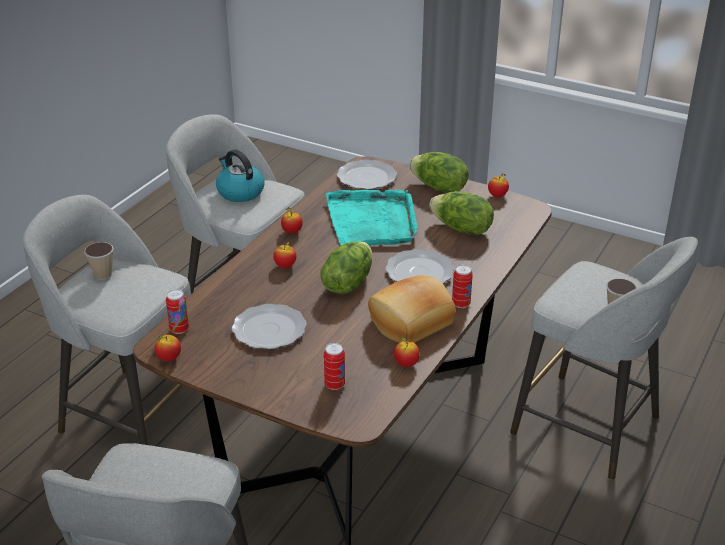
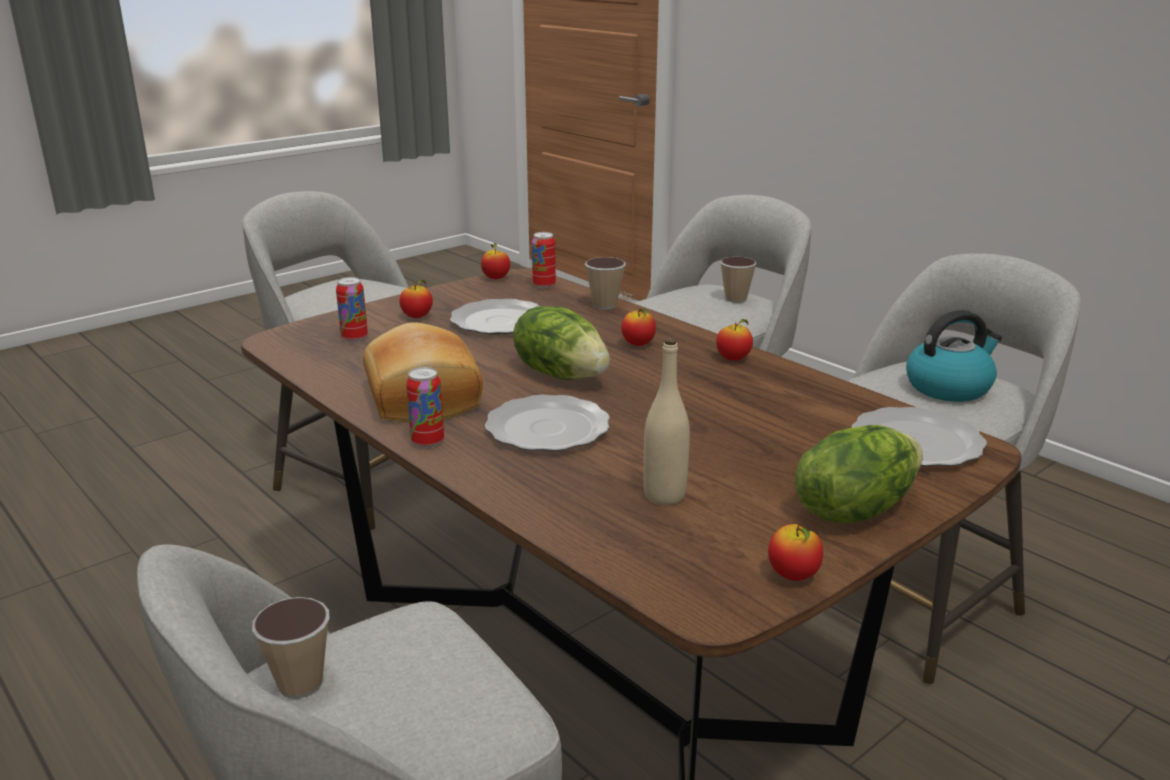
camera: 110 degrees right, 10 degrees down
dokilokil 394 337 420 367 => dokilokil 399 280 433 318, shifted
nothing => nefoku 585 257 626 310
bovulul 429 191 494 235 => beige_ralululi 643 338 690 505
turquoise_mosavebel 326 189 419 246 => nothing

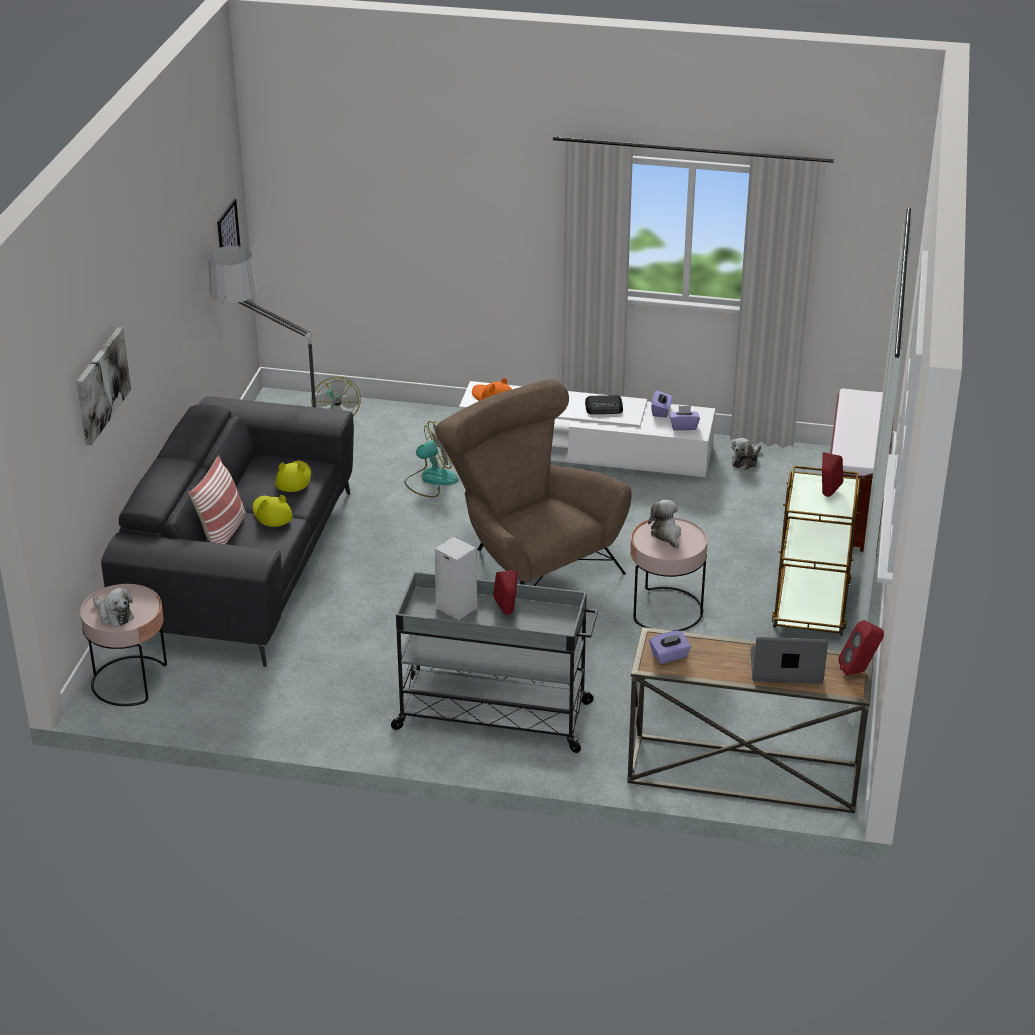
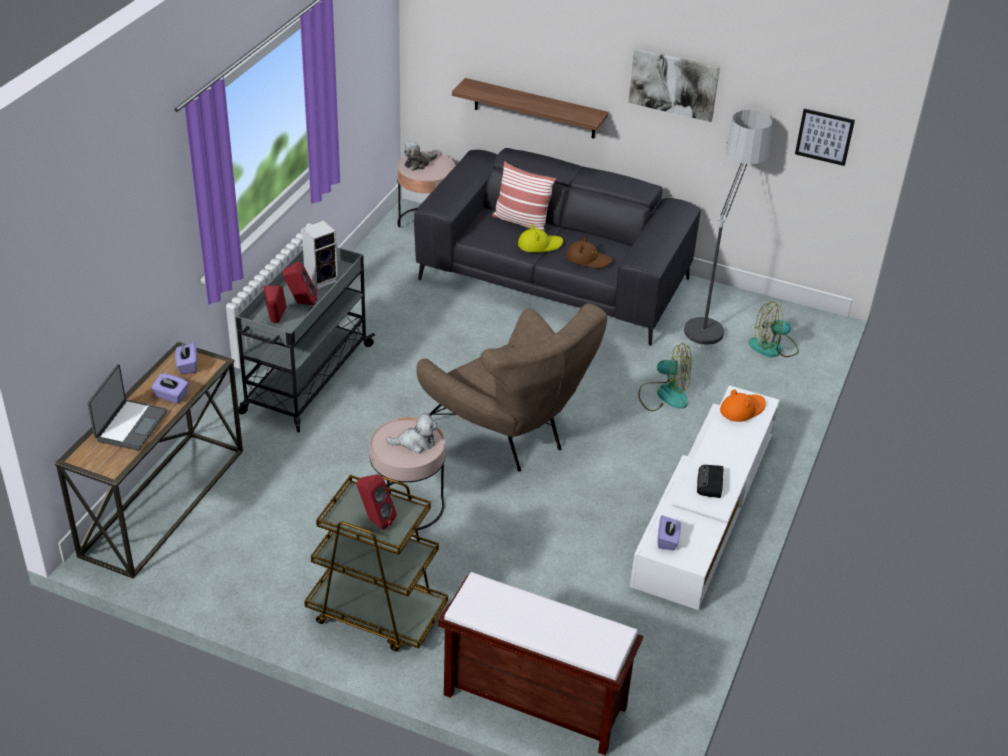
camera: 100 degrees right, 5 degrees up
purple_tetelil 651 391 672 418 => purple_tetelil 151 373 189 404, shifted
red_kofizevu 838 620 884 676 => red_kofizevu 264 286 286 323, shifted
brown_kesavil 436 380 632 586 => brown_kesavil 416 303 607 472, 75 degrees clockwise
nothing => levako 452 78 609 138
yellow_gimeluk 275 460 311 492 => brown_gimeluk 566 237 612 268
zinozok 77 327 131 445 => zinozok 628 48 720 122, shifted
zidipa 404 421 459 497 => zidipa 639 343 691 411, 60 degrees counterclockwise
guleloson 731 438 761 470 => nothing

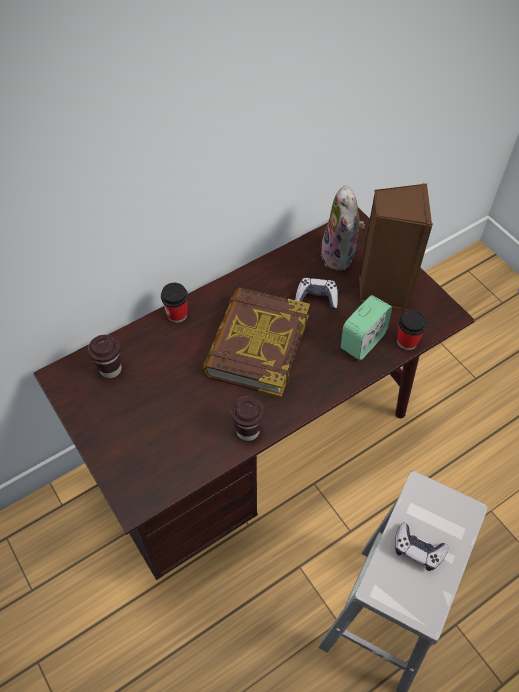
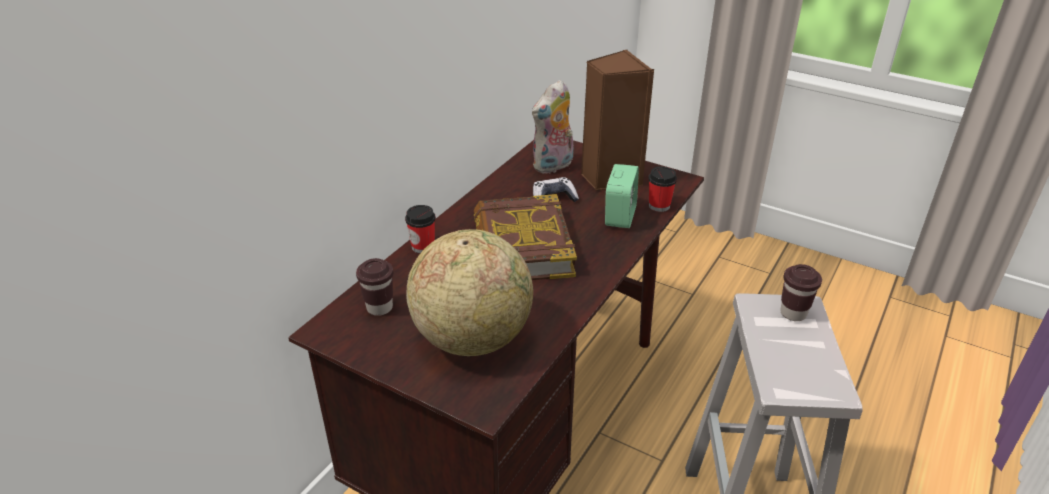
camera: 25 degrees left, 20 degrees down
nothing => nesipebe 406 229 533 356
guleloson 321 185 365 271 => guleloson 532 80 574 174, 75 degrees clockwise
brown_nefoku 231 396 264 441 => brown_nefoku 780 264 822 321, shifted
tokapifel 395 523 449 571 => nothing

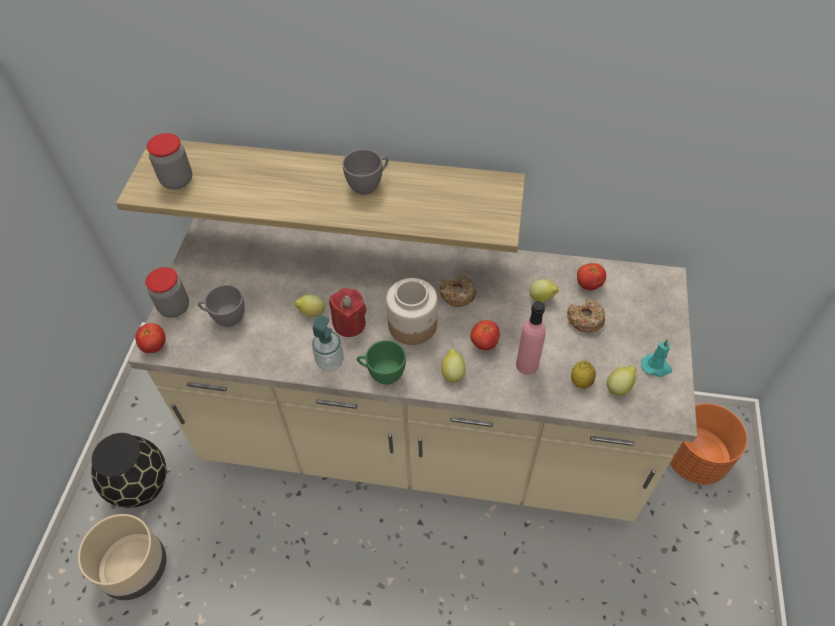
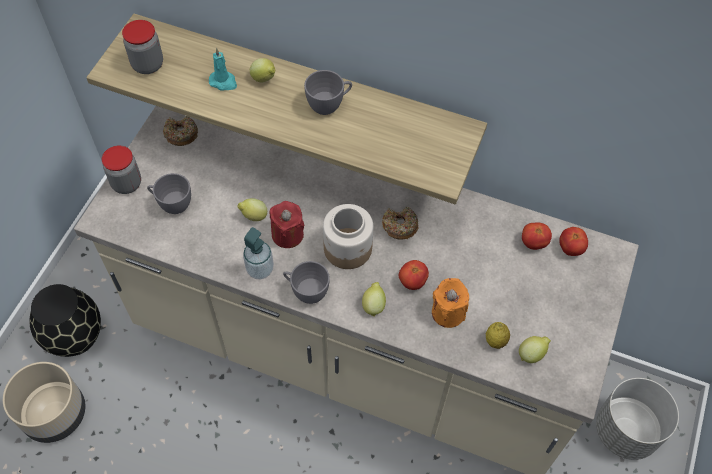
camera: 10 degrees right, 5 degrees up
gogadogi 567 299 605 333 => gogadogi 163 116 198 146, shifted
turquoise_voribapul 641 339 672 377 => turquoise_voribapul 209 48 237 91, shifted
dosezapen 530 279 559 302 => dosezapen 250 58 275 82, shifted
green_nefoku 357 340 406 384 => grey_nefoku 283 261 330 304
pink_ralululi 516 301 546 375 => orange_voribapul 432 278 469 328
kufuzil 135 323 166 353 => kufuzil 559 227 588 256, shifted
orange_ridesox 670 403 748 485 => grey_ridesox 596 378 679 460

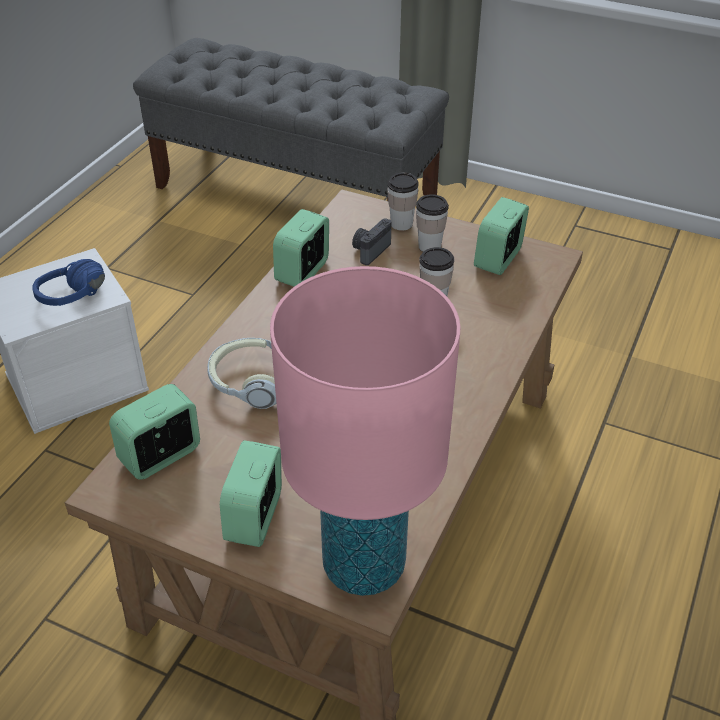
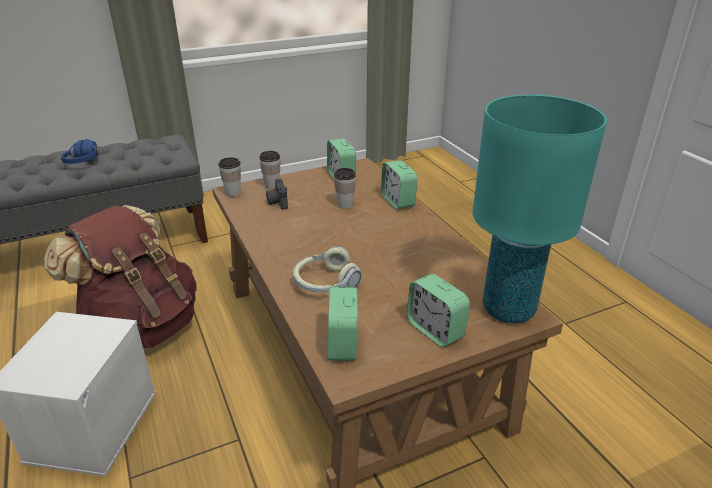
camera: 50 degrees left, 10 degrees down
nothing => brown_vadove 44 205 196 348
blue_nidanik 32 259 105 306 => blue_nidanik 61 139 98 164, shifted
nefoku 416 194 449 252 => nefoku 218 157 241 197, shifted
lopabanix 273 209 329 287 => lopabanix 381 160 418 209, shifted
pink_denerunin 270 266 461 596 => turquoise_denerunin 473 94 607 324

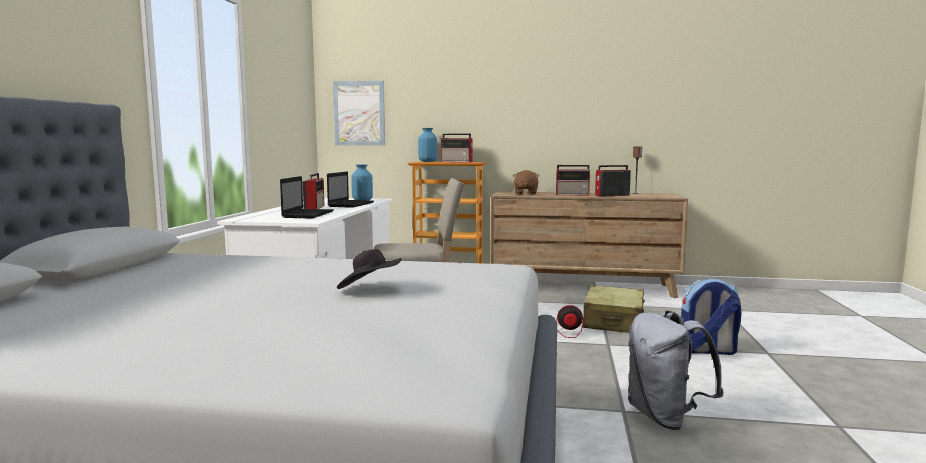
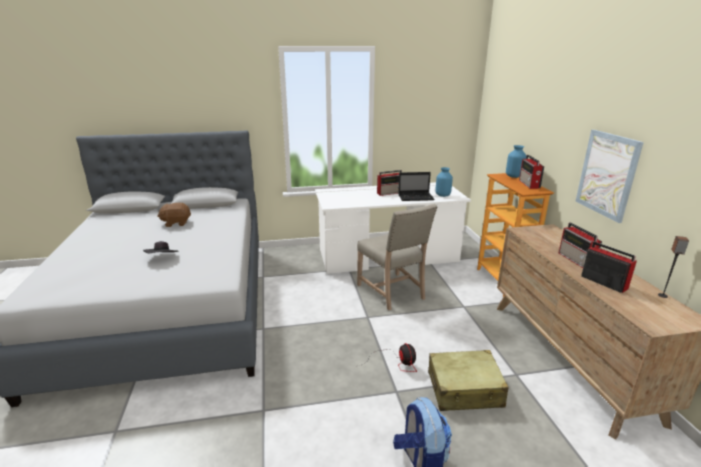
camera: 70 degrees right, 15 degrees up
brown_guleloson 513 170 540 195 => brown_guleloson 157 203 191 227, shifted
zinozok 333 81 385 146 => zinozok 576 129 644 223, shifted
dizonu 280 176 334 218 => nothing
grey_vadove 628 311 724 430 => nothing

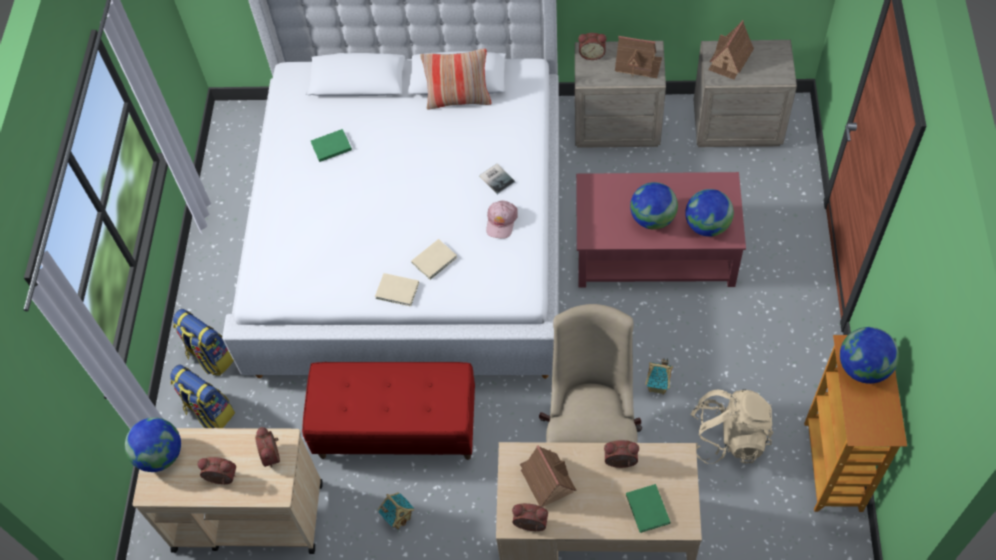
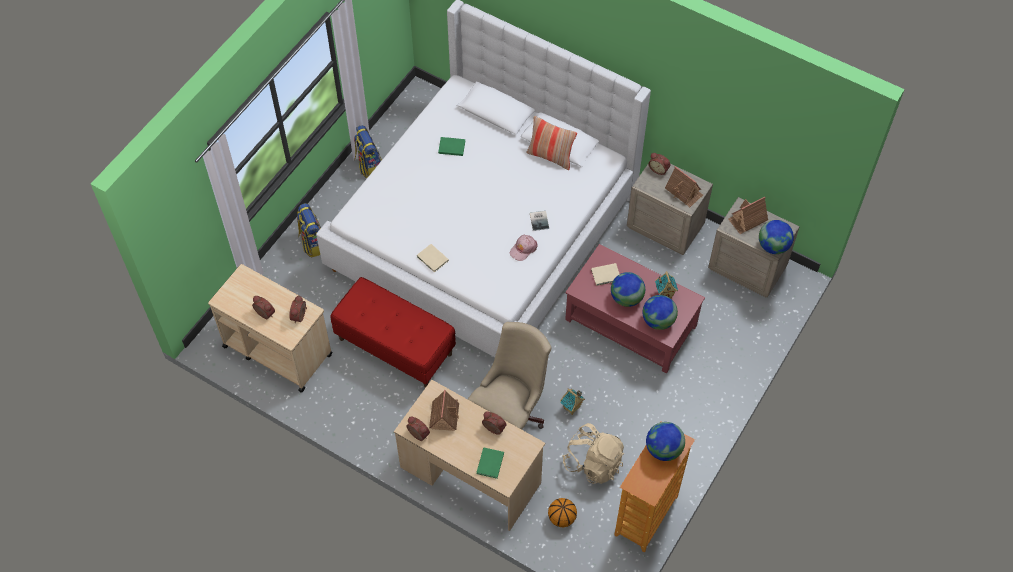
camera: 25 degrees right, 0 degrees up
vadove 170 365 235 428 => vadove 354 125 382 178, shifted
nothing => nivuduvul 548 498 577 528
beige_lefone 411 239 457 280 => beige_lefone 591 263 619 286, shifted
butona 378 492 414 529 => butona 655 271 678 298, shifted
nesipebe 125 417 181 472 => nesipebe 759 220 794 254, shifted

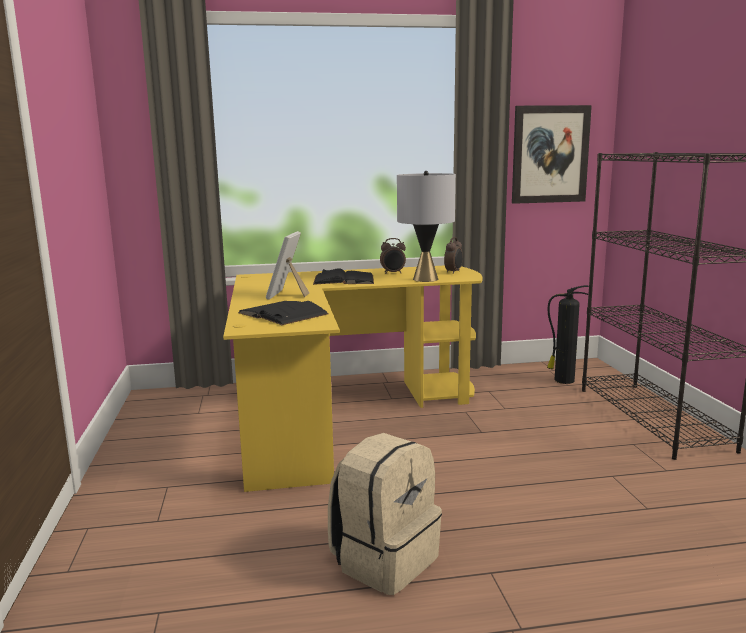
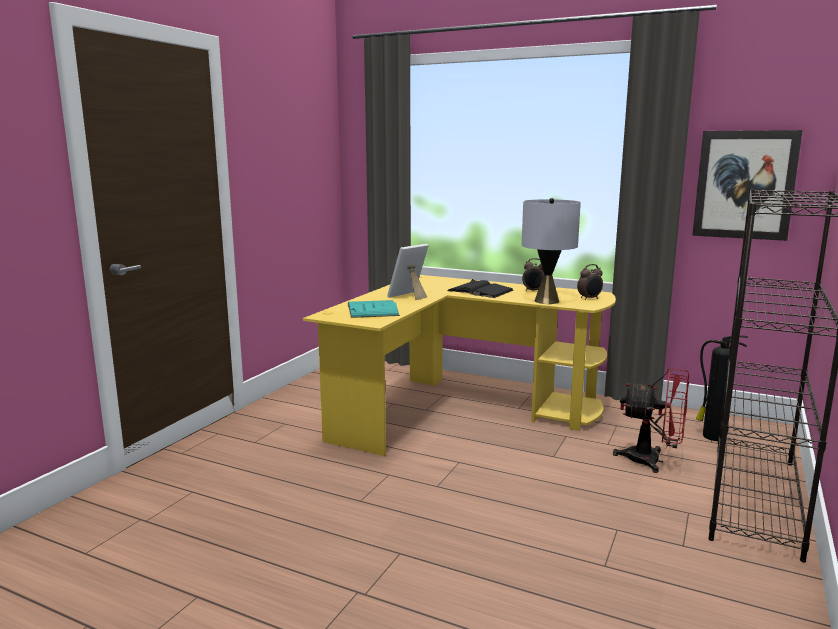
camera: 35 degrees right, 0 degrees up
black_lefone 238 301 329 325 => turquoise_lefone 347 300 400 318
nothing => red_zidipa 613 368 689 473
beige_vadove 328 433 442 595 => nothing

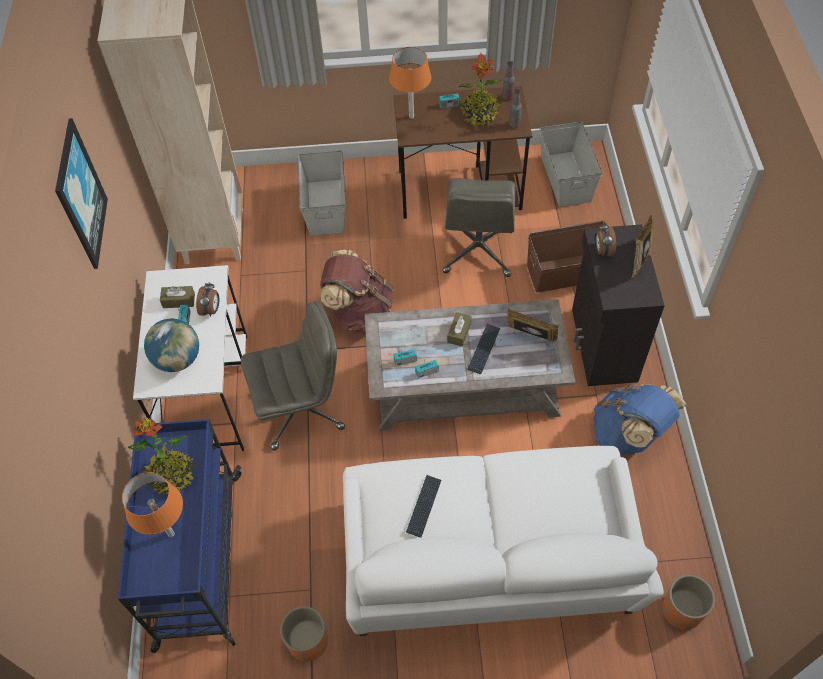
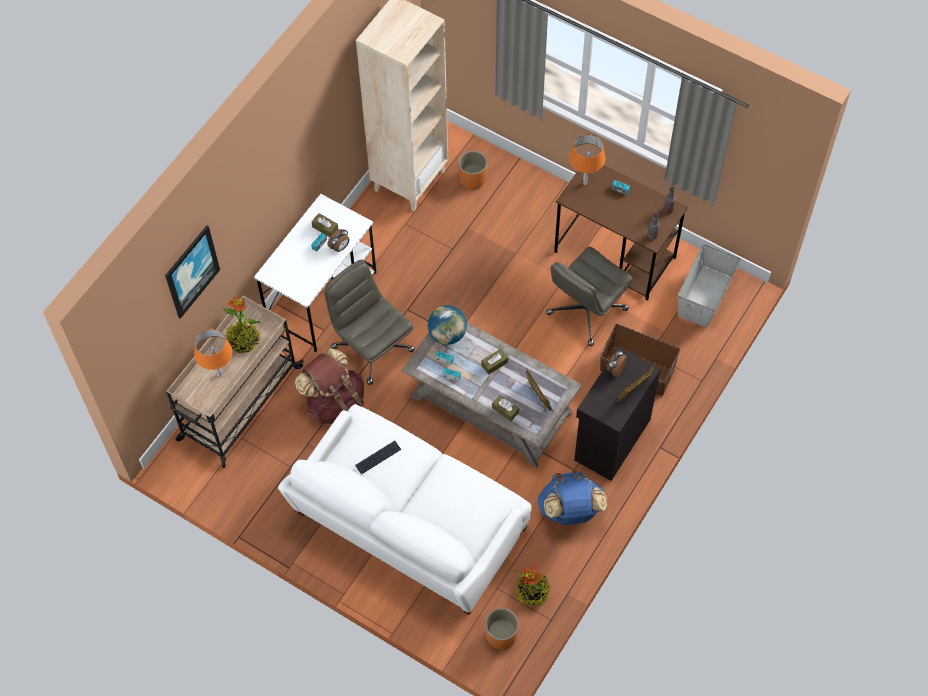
camera: 35 degrees right, 5 degrees up
zinozok 55 118 108 269 => zinozok 165 225 220 319, shifted
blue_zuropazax 118 419 242 653 => beige_zuropazax 166 296 304 468
brown_vadove 320 250 394 334 => brown_vadove 295 348 364 424, shifted
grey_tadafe 241 301 345 451 => grey_tadafe 324 260 415 385, 150 degrees counterclockwise
nesipebe 144 318 199 372 => nesipebe 428 305 467 345, shifted
orange_ridesox 280 606 328 661 => orange_ridesox 458 151 487 190, shifted
nothing => brown_tetelil 492 395 519 421
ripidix 459 53 501 127 => ripidix 514 564 551 607, shifted
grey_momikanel 298 150 346 236 => nothing
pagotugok 468 324 500 374 => nothing

